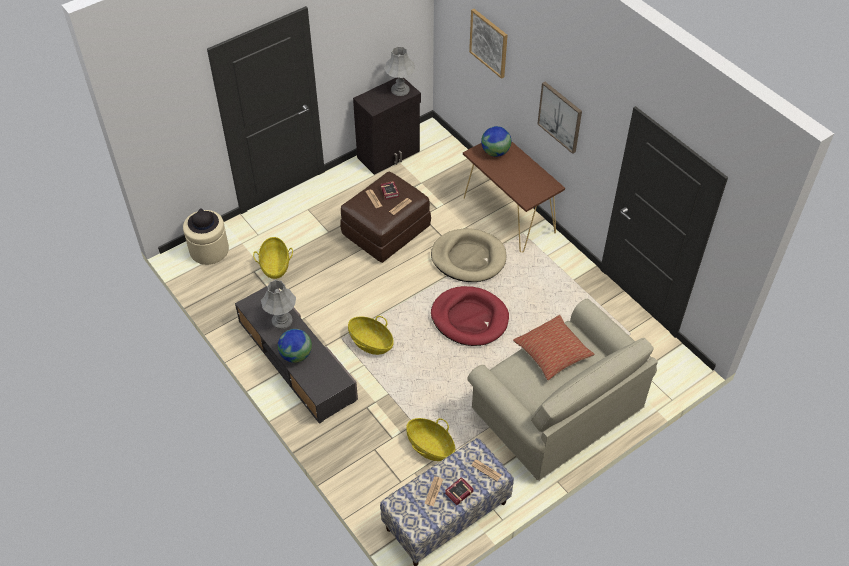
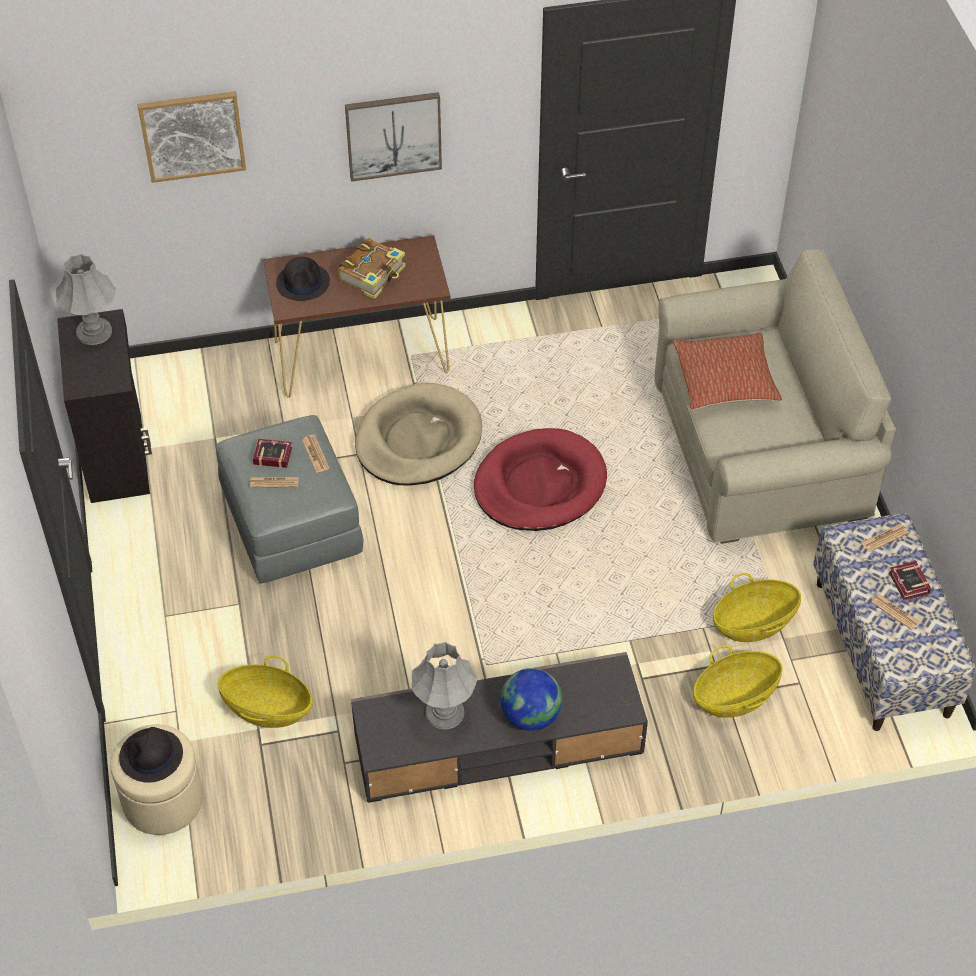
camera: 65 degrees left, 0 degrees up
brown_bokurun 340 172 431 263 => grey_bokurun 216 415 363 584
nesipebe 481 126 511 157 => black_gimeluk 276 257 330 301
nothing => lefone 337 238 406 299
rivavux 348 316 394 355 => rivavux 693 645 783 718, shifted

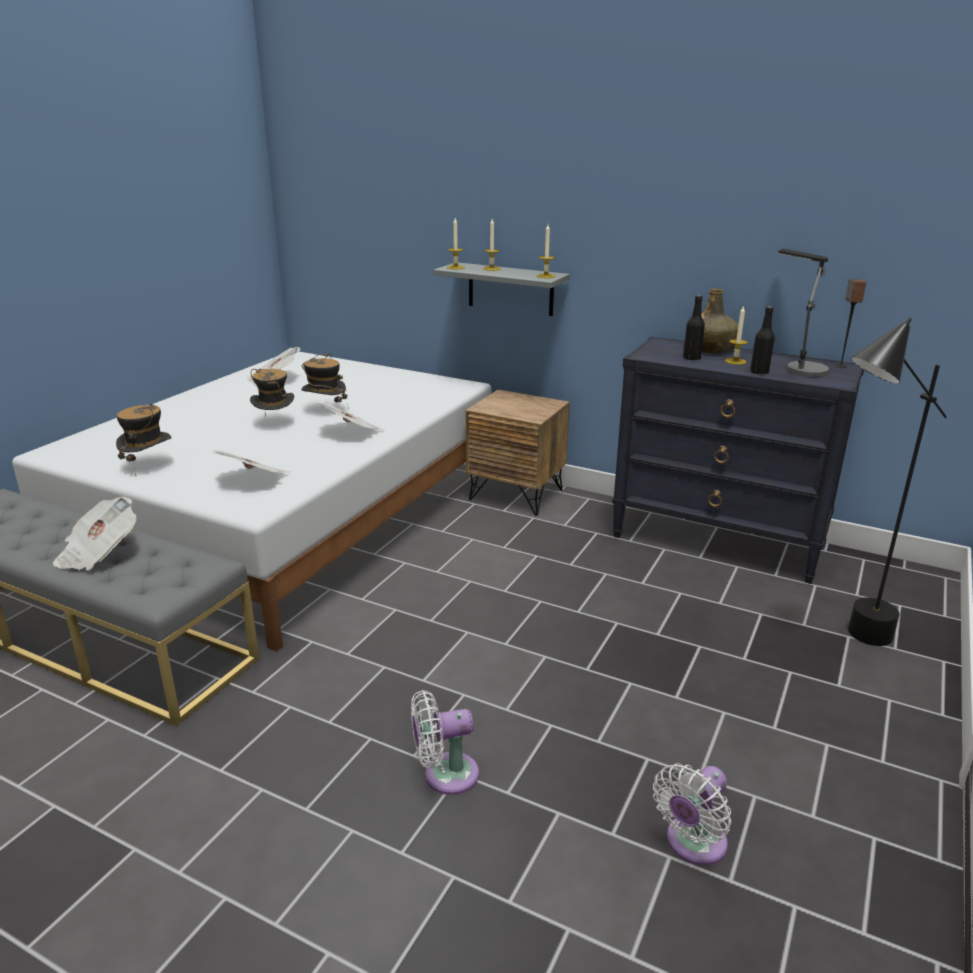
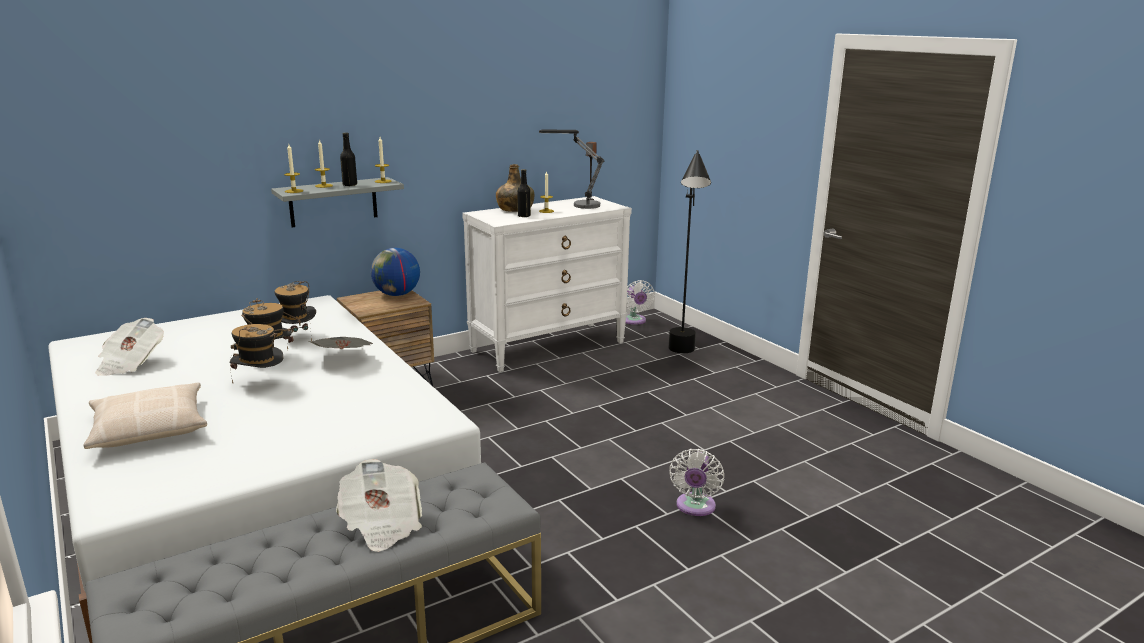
camera: 60 degrees left, 5 degrees down
nothing => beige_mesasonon 83 383 207 449
gimeluk 116 404 171 476 => gimeluk 274 281 316 341, shifted
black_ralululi 750 306 775 375 => black_ralululi 340 133 357 186, shifted
nothing => nesipebe 371 248 420 296
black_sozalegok 612 337 864 584 => white_sozalegok 462 196 632 372
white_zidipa 653 763 731 865 => white_zidipa 626 280 655 325, shifted
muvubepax 211 451 291 473 => nothing

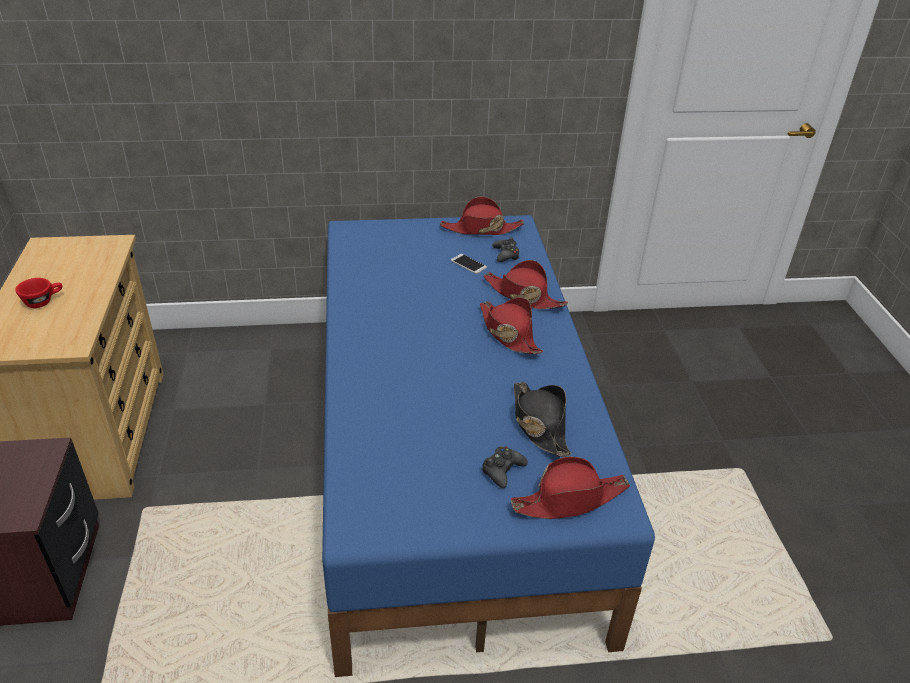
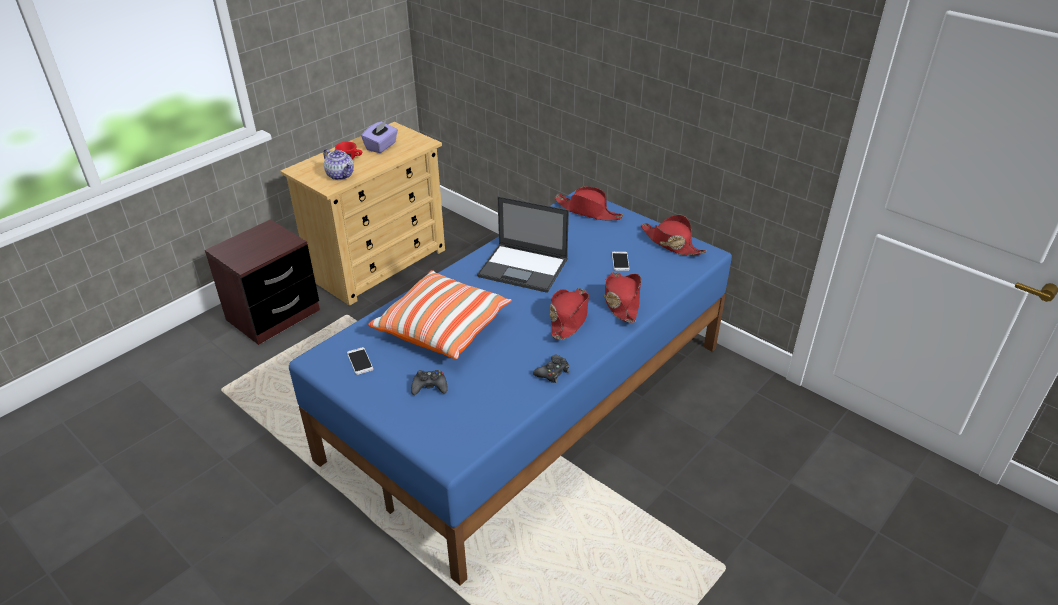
camera: 50 degrees right, 0 degrees up
nothing => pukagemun 323 149 354 180
nothing => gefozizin 347 347 373 375
nothing => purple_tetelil 361 121 398 153
nothing => mesasonon 368 270 512 359
nothing => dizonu 477 196 569 293
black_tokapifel 492 237 519 262 => black_tokapifel 533 355 569 383, shifted
red_gimeluk 511 457 630 519 => red_gimeluk 554 186 623 220, shifted
black_gimeluk 514 382 571 457 => nothing

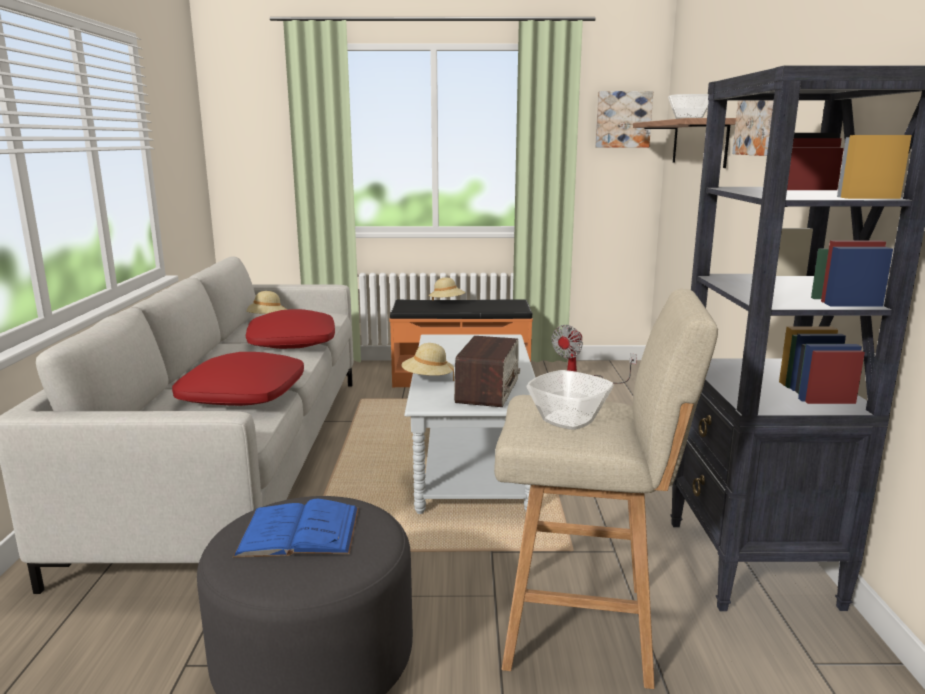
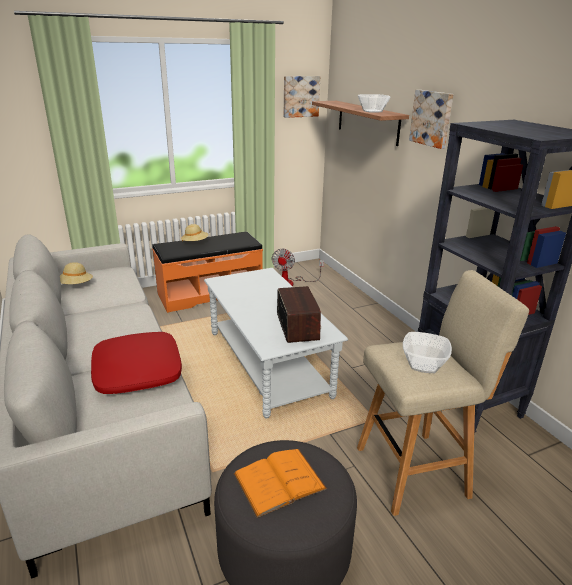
camera: 25 degrees left, 10 degrees up
blue_lefone 233 499 359 558 => orange_lefone 233 449 327 518
red_mesasonon 246 309 335 349 => nothing
beige_gimeluk 401 343 454 381 => nothing

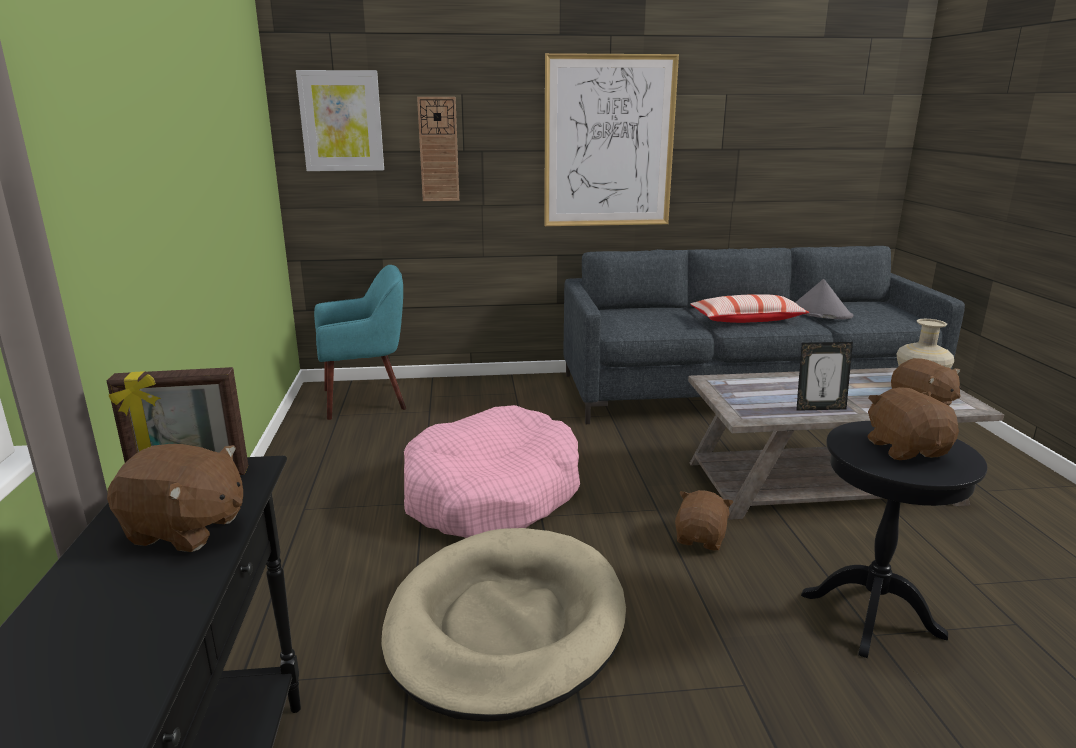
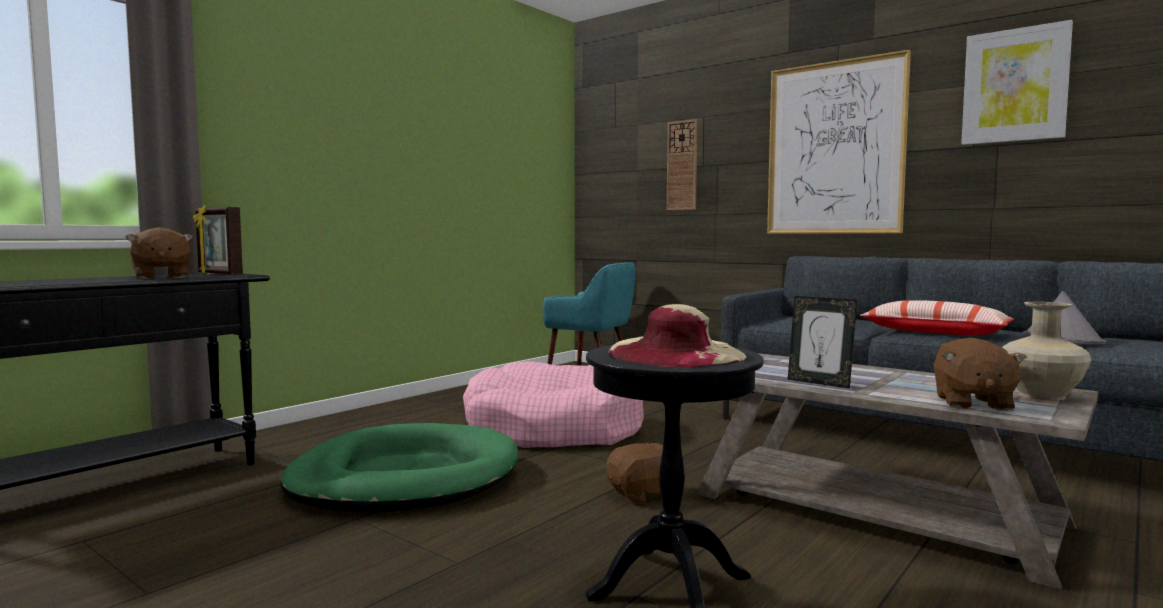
camera: 45 degrees right, 15 degrees down
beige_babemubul 381 528 626 722 => green_babemubul 280 423 518 513
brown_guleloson 867 387 959 460 => beige_gimeluk 608 304 746 367
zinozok 296 70 384 171 => zinozok 961 20 1073 145, shifted

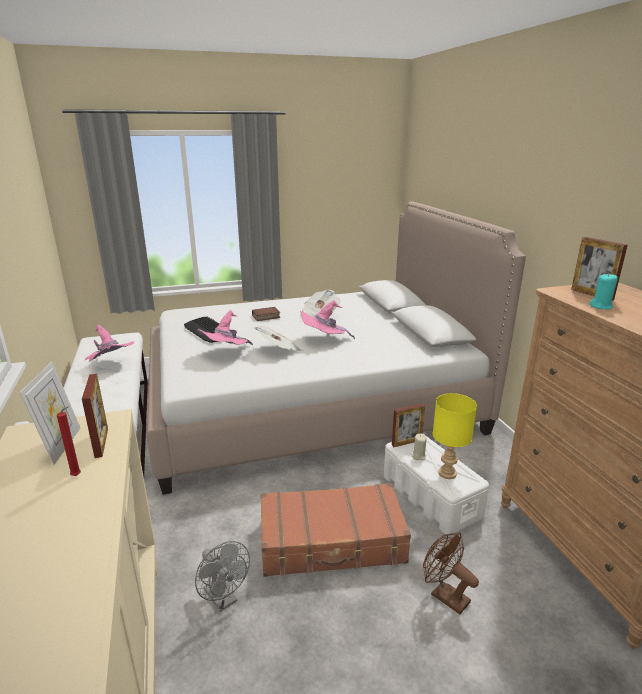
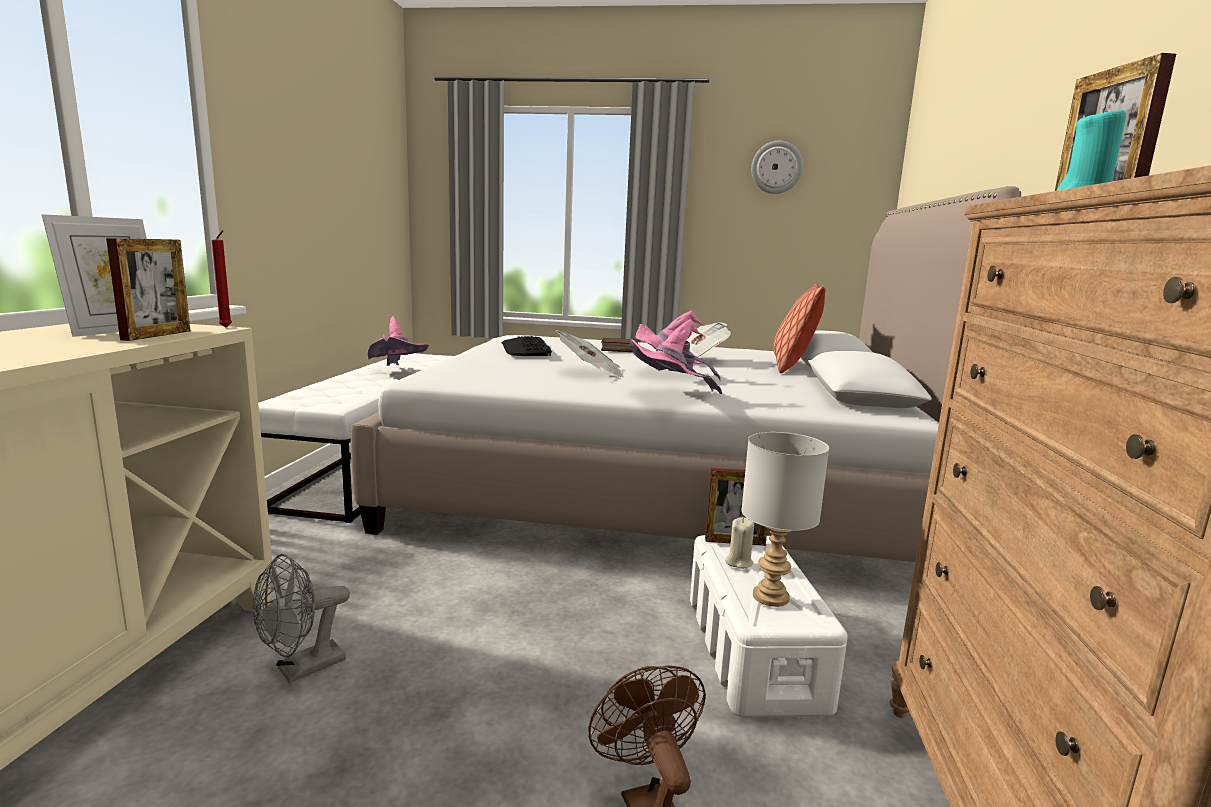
camera: 25 degrees right, 10 degrees down
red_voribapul 57 407 81 476 => red_voribapul 212 230 232 328, shifted
grey_zidipa 195 541 250 612 => grey_zidipa 252 554 350 683, 60 degrees clockwise
pink_gimeluk 196 310 253 345 => pink_gimeluk 629 319 722 394, shifted
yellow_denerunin 433 393 477 479 => grey_denerunin 741 432 829 607
nothing => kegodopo 751 141 803 194
nothing => mesasonon 773 284 826 373
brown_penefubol 261 483 411 577 => nothing

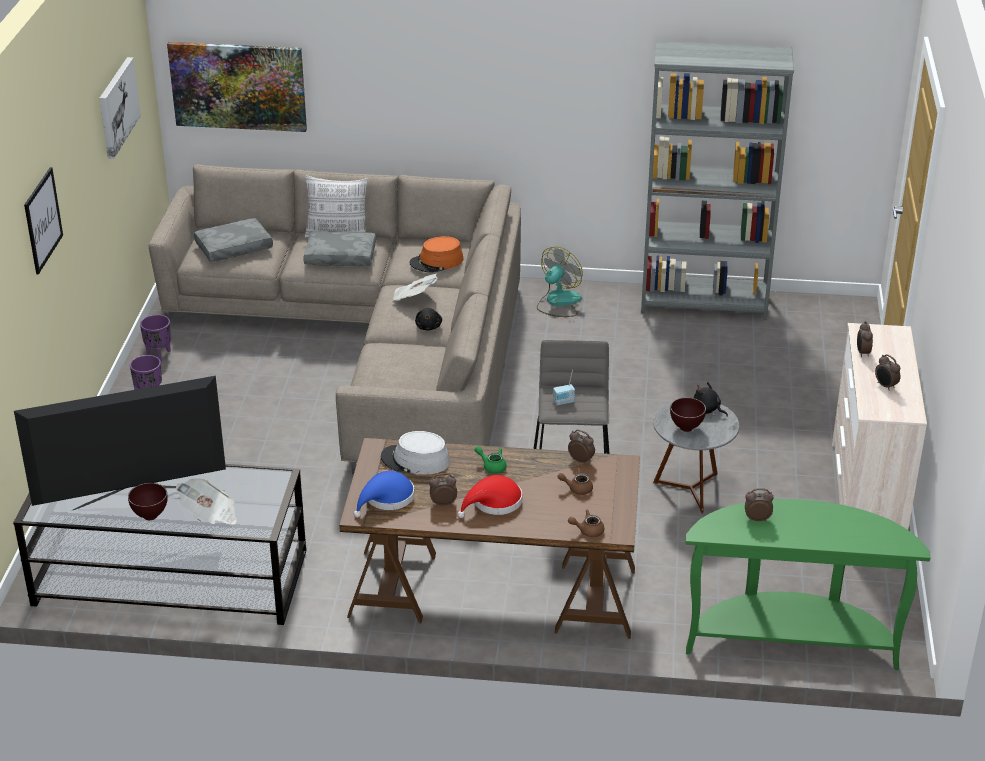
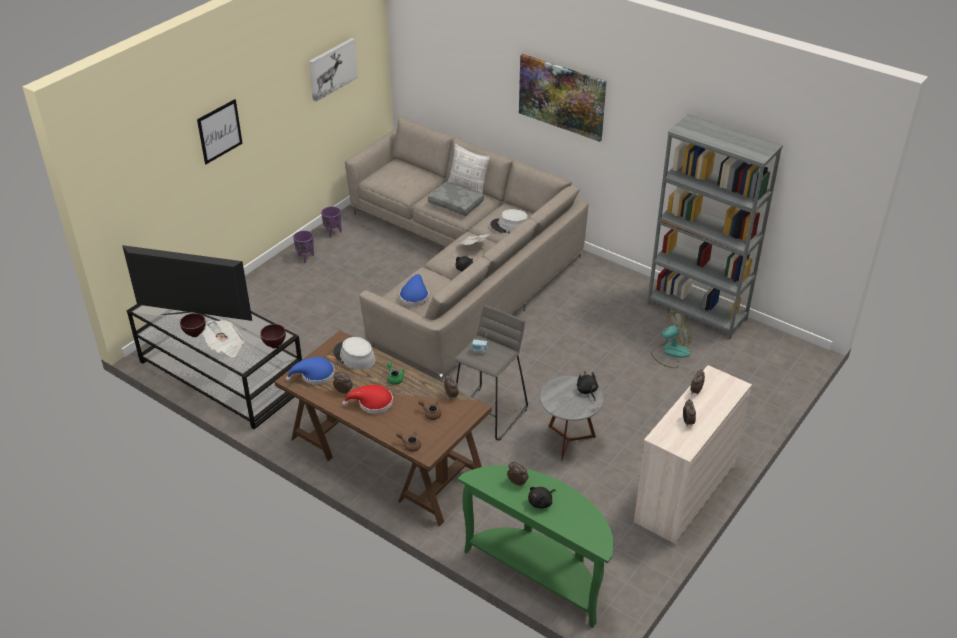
camera: 30 degrees right, 5 degrees up
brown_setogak 670 397 706 432 => brown_setogak 260 324 286 348, shifted
nothing => blue_gimeluk 400 274 429 306
orange_gimeluk 409 236 464 273 => grey_gimeluk 490 209 528 233
zinozok 167 42 307 132 => zinozok 519 54 607 142, shifted
nothing => black_guleloson 528 487 556 509
zidipa 537 247 583 317 => zidipa 651 311 692 368, shifted
grey_mesasonon 194 218 273 262 => nothing

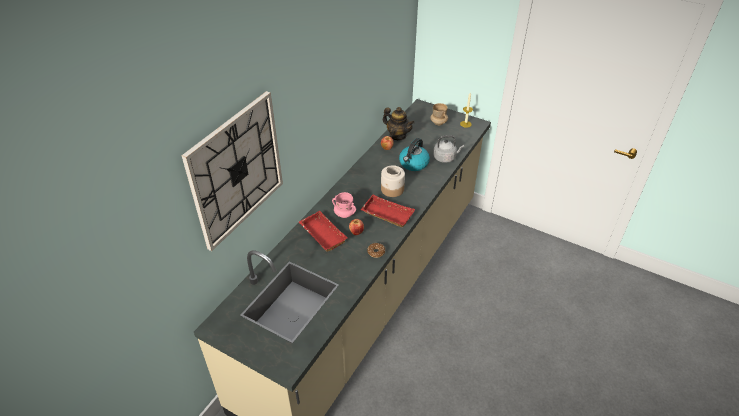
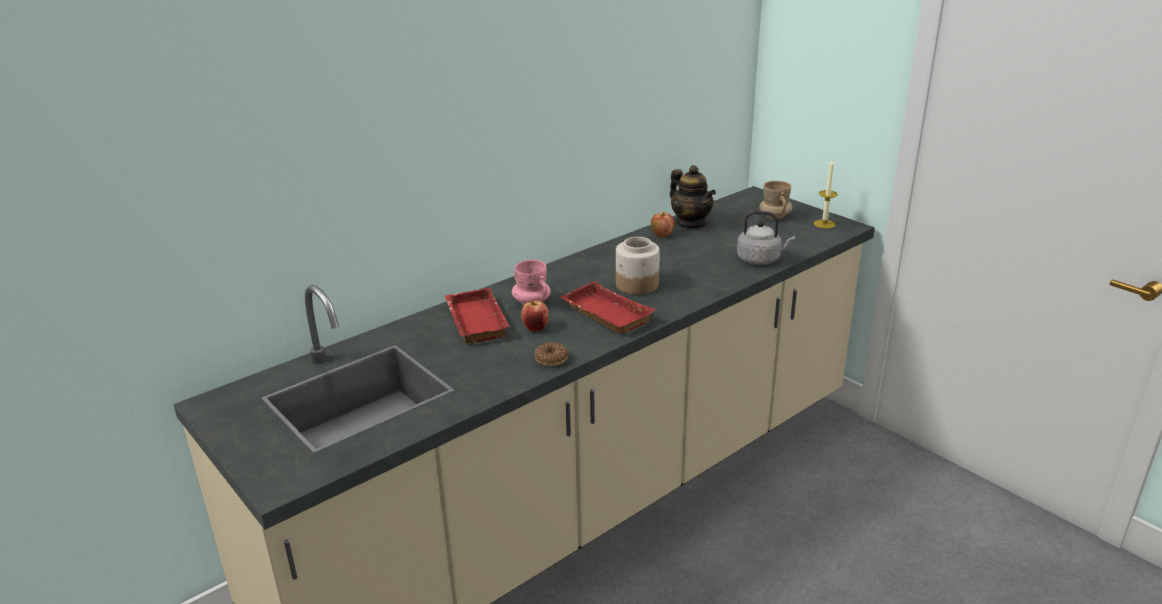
camera: 20 degrees right, 15 degrees down
kegodopo 182 91 283 251 => nothing
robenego 399 138 430 171 => nothing

